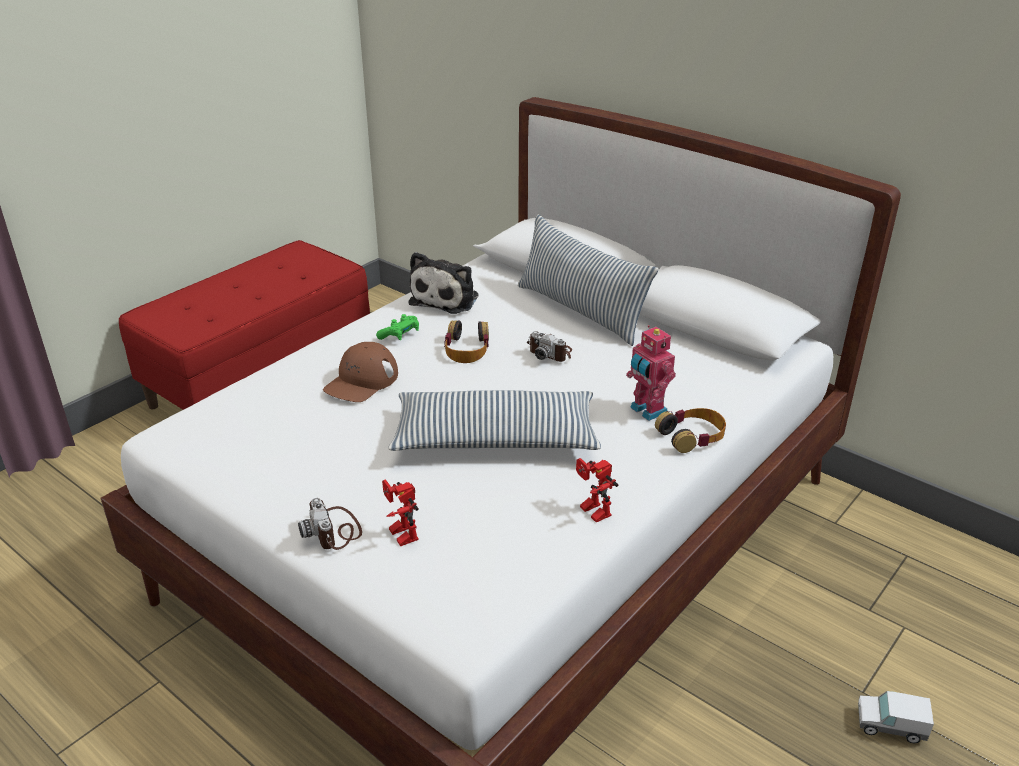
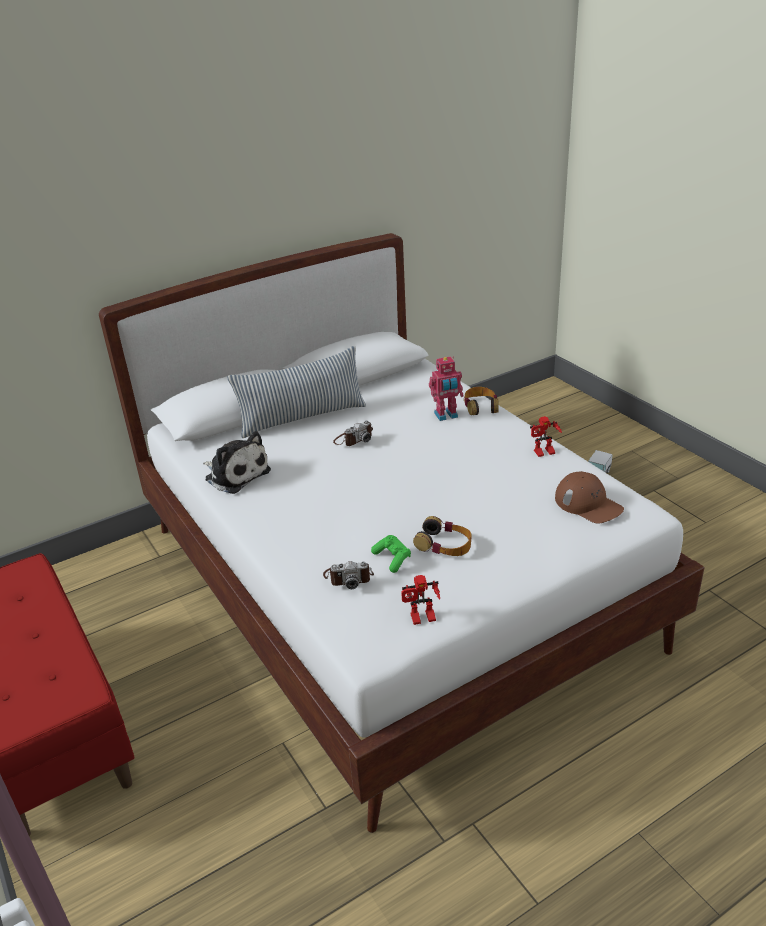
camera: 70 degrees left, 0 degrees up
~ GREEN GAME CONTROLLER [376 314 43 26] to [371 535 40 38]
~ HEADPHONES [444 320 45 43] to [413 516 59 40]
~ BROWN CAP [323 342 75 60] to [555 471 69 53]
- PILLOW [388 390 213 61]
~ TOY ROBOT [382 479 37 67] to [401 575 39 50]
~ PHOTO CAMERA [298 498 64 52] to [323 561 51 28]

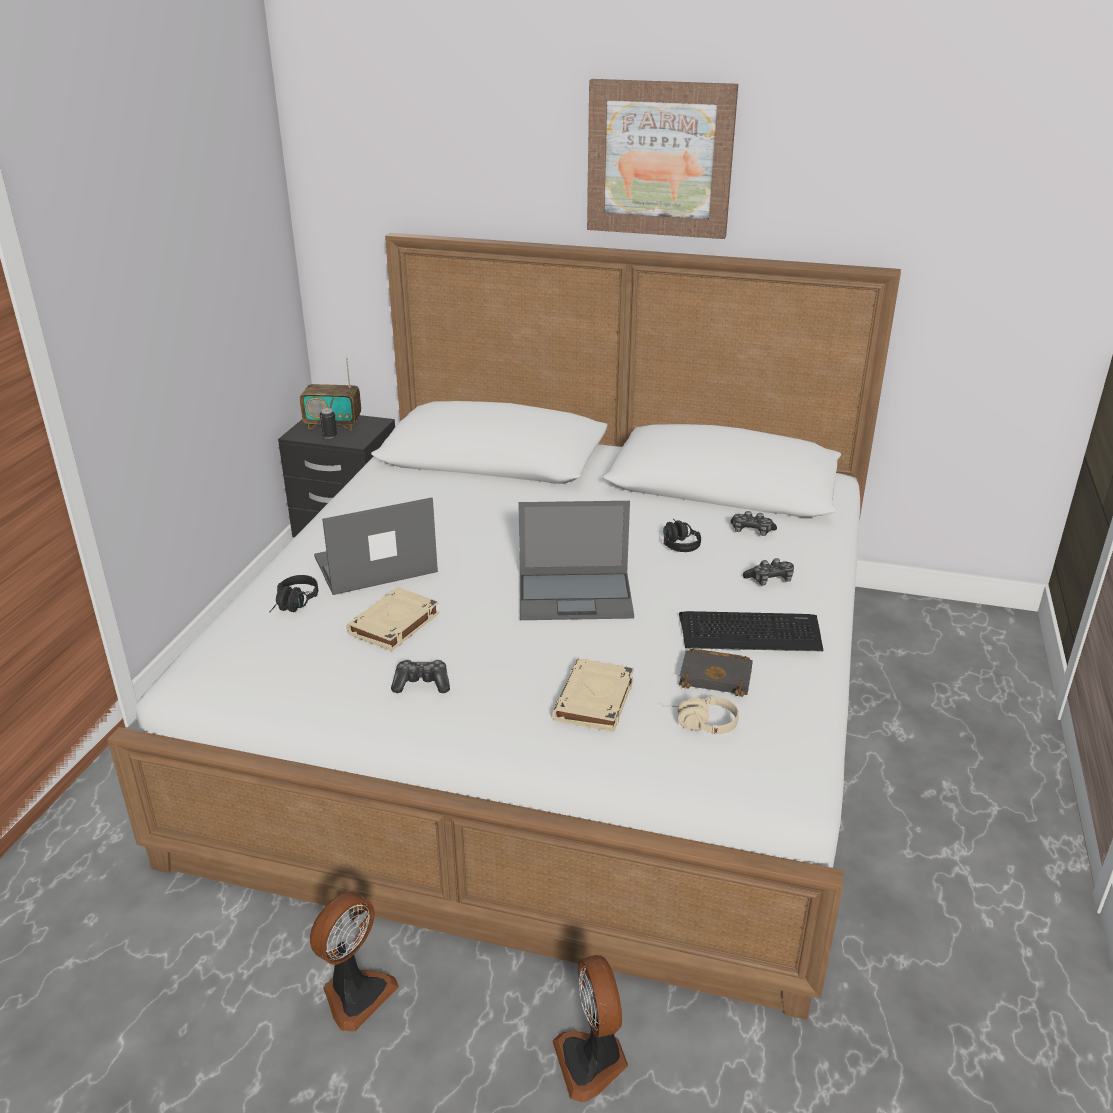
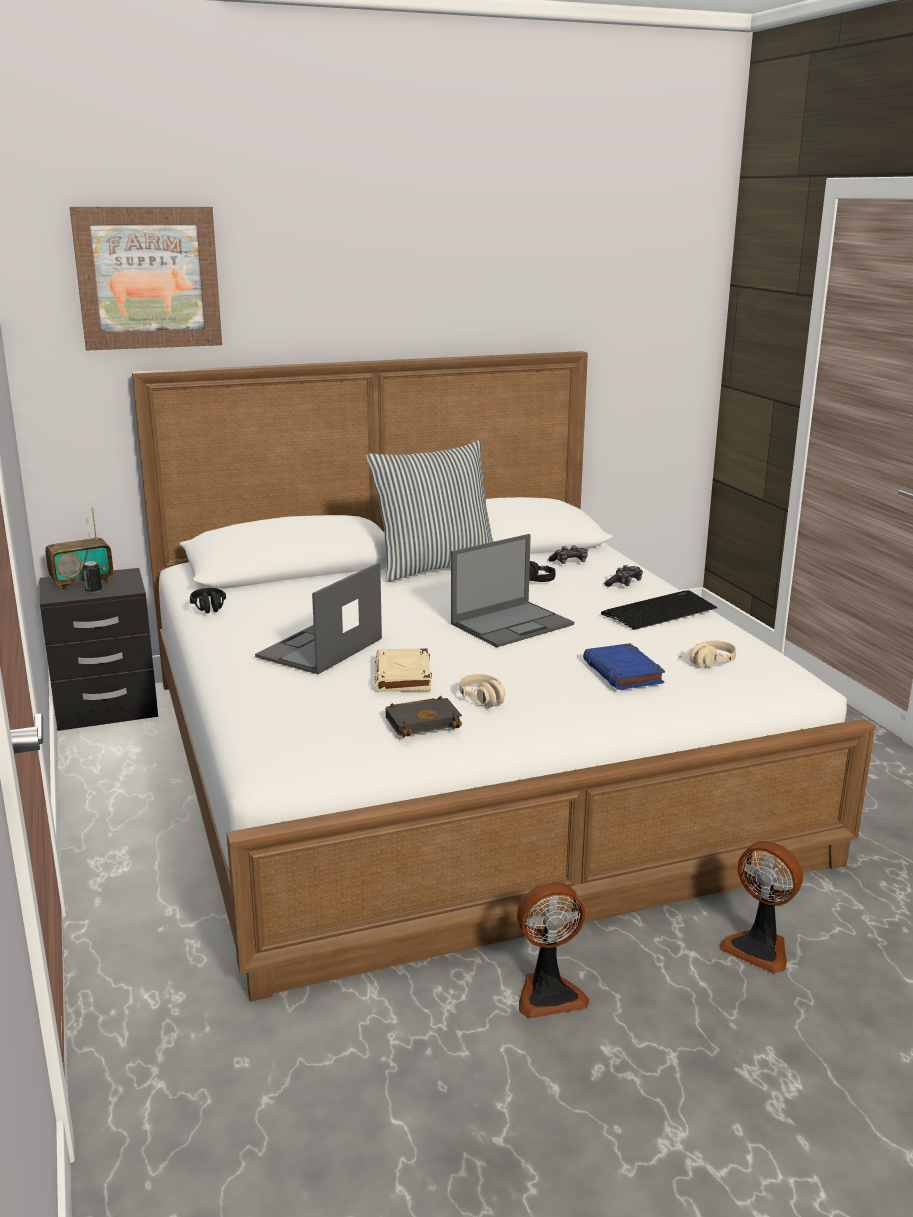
camera: 35 degrees left, 10 degrees down
~ PICTURE [587 79 151 160] to [70 207 152 144]
~ BLACK HEADPHONES [270 575 48 37] to [190 588 36 25]
~ BLACK BOOK [679 648 74 49] to [386 696 76 41]
~ BEIGE BOOK [552 659 82 73] to BLUE BOOK [583 643 82 47]
~ GAME CONTROLLER [391 660 59 33] to BEIGE HEADPHONES [459 674 46 33]
~ FAN [310 891 89 141] = [517 882 73 137] 75 degrees clockwise
+ PILLOW [366 440 128 142]

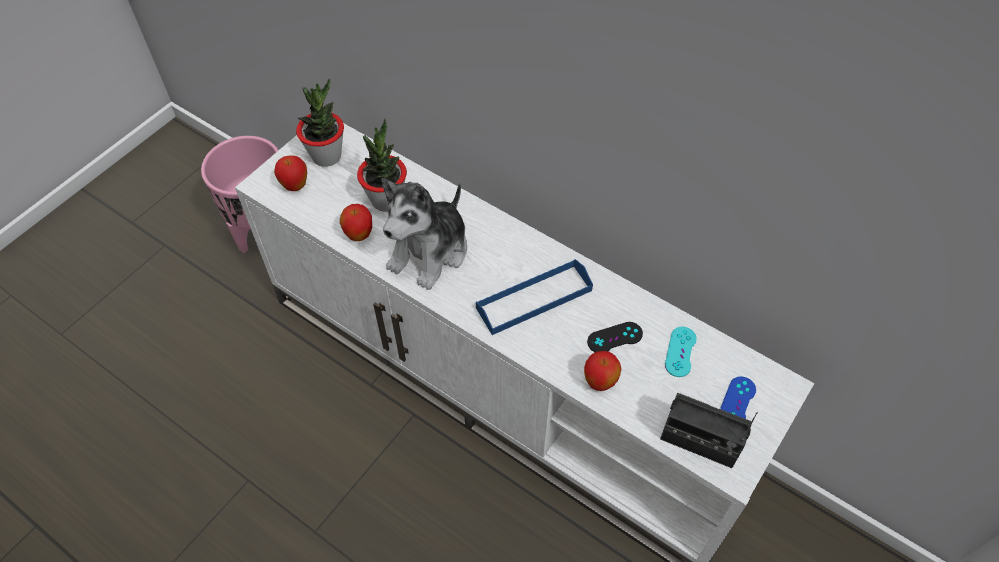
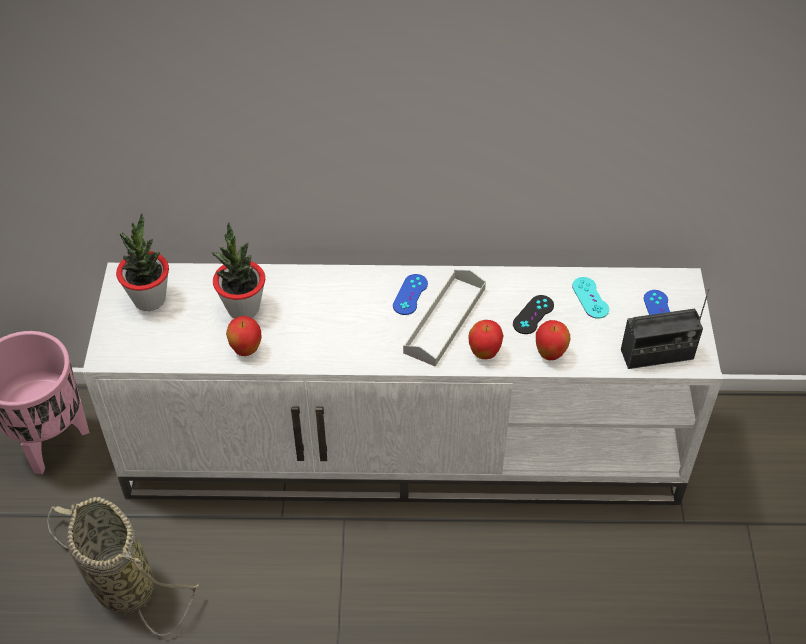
camera: 35 degrees left, 5 degrees down
~ APPLE [274 155 33 36] to [468 320 36 39]
- PLUSH TOY [381 178 86 112]
~ BLUE TRAY [476 259 117 76] to GREY TRAY [403 270 83 97]
+ BLUE GAME CONTROLLER [393 274 35 41]
+ BASKET [47 497 152 138]

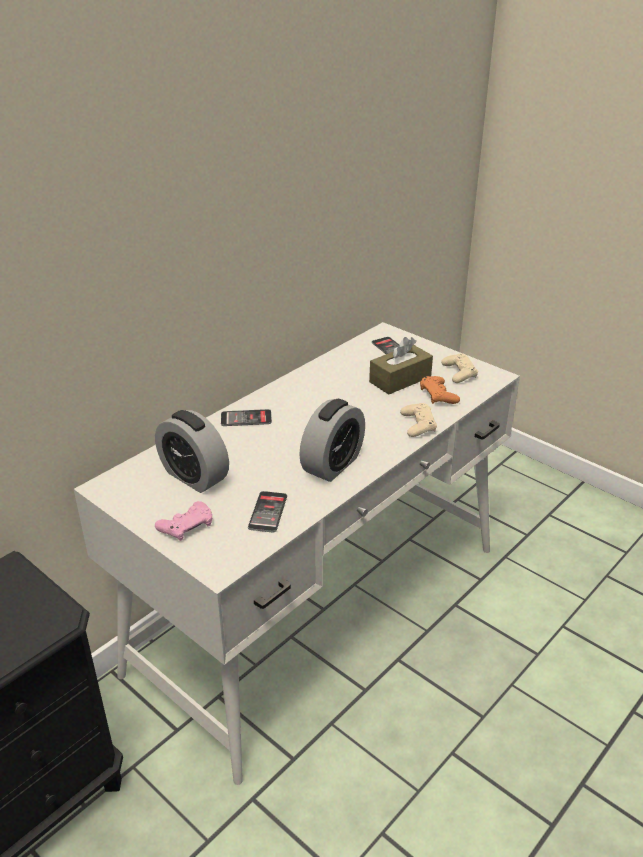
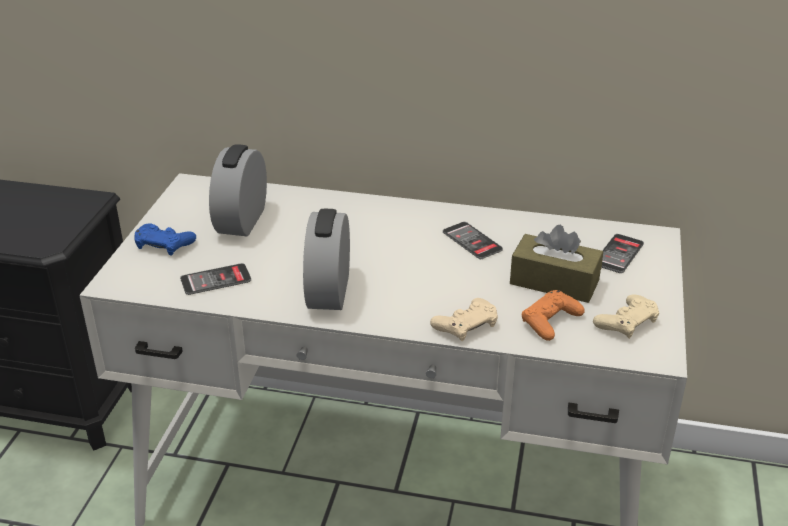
camera: 60 degrees right, 0 degrees up
~ ALARM CLOCK [299 399 66 83] = [303 209 47 101] 90 degrees clockwise
~ PHONE [221 409 51 17] to [443 222 60 37]
~ PINK GAME CONTROLLER [155 501 57 40] to BLUE GAME CONTROLLER [134 223 62 32]

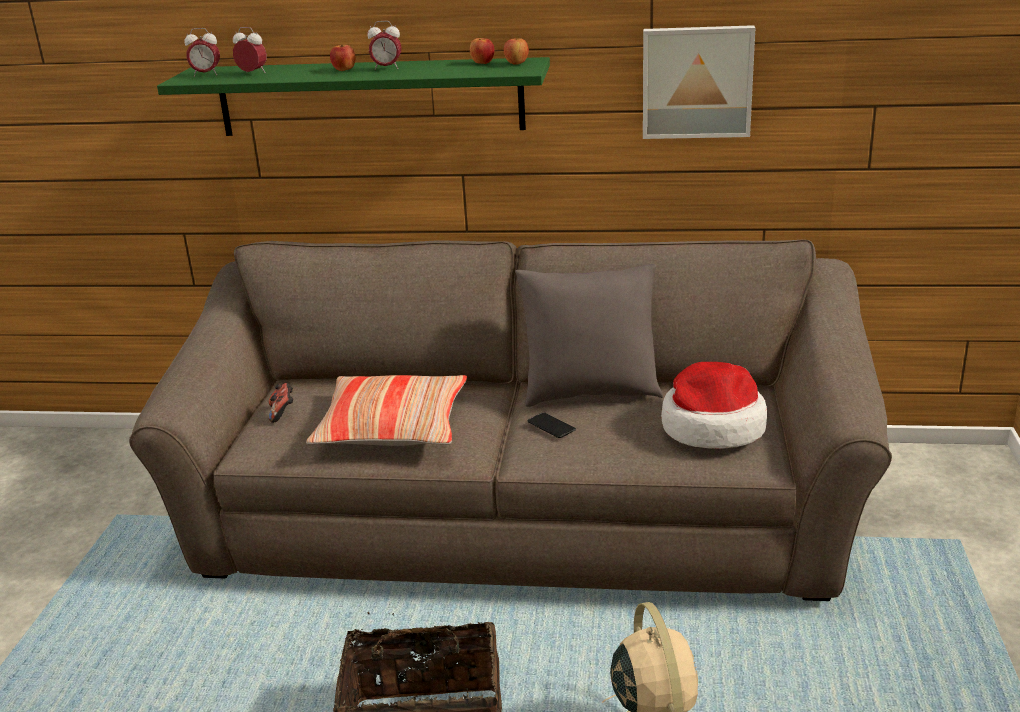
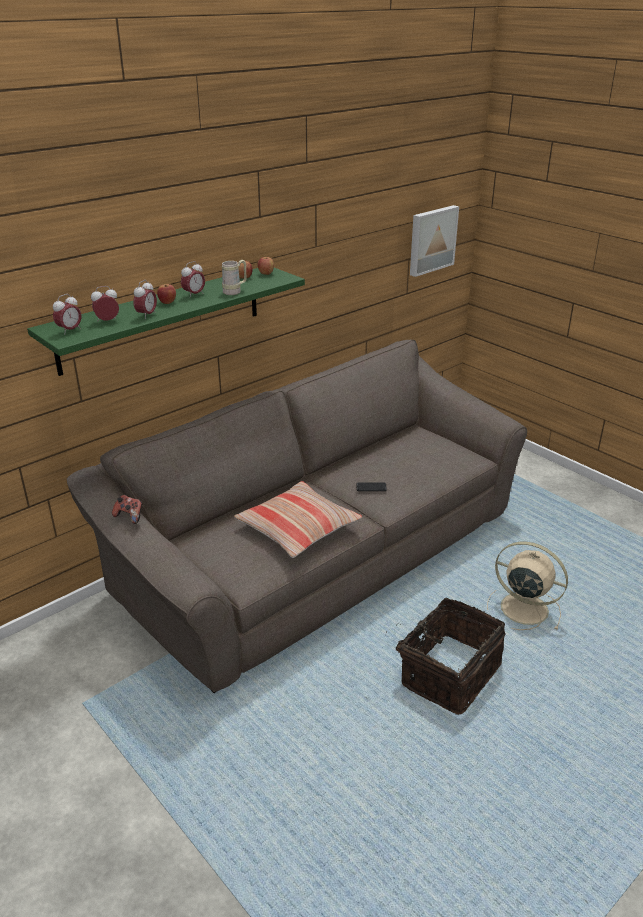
camera: 50 degrees left, 5 degrees up
~ PICTURE [643 25 112 114] to [410 205 49 72]
- GREY PILLOW [515 264 148 143]
- HAT [661 362 106 87]
~ GAME CONTROLLER [269 383 24 40] to [112 495 30 29]
+ BEIGE MUG [222 260 25 35]
+ ALARM CLOCK [133 280 24 39]

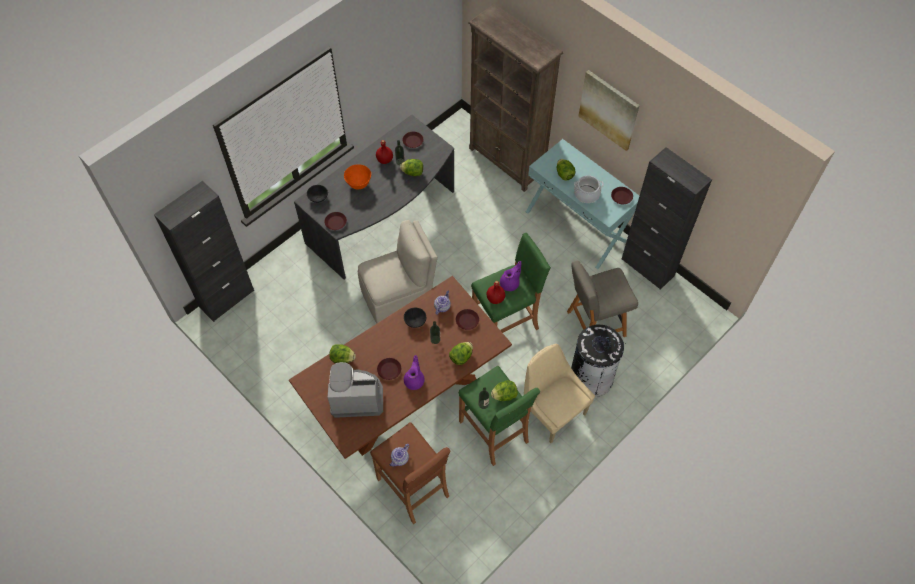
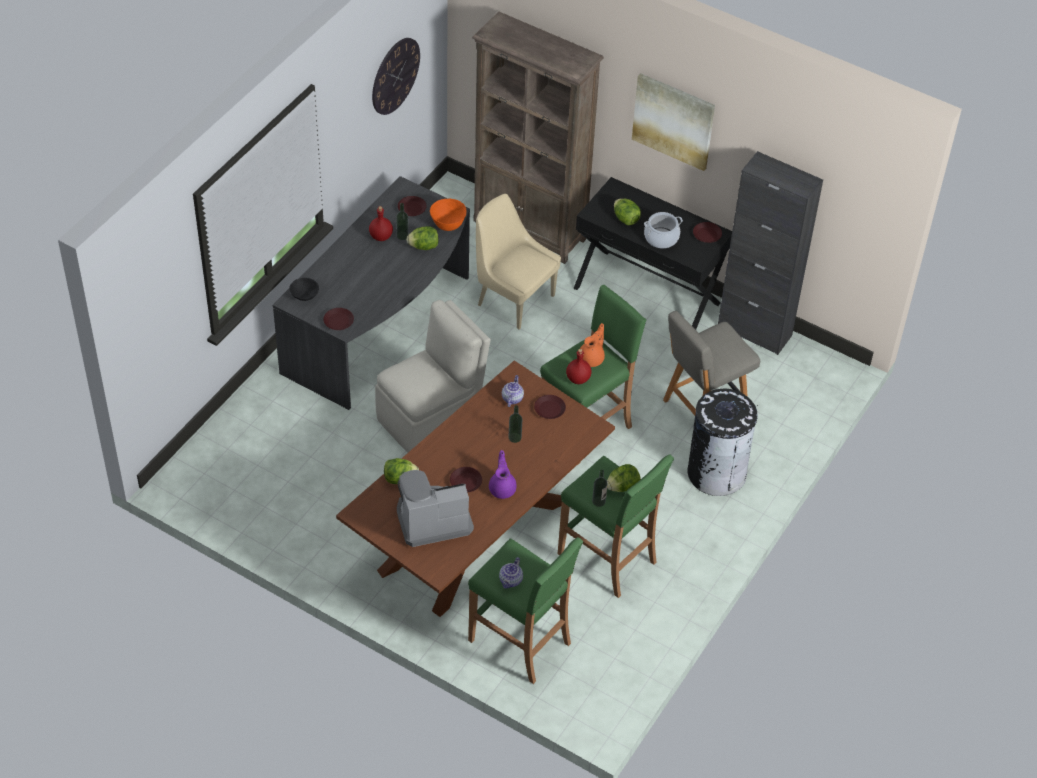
camera: 15 degrees left, 10 degrees down
~ TURQUOISE CONSOLE TABLE [526 139 113 130] to BLACK CONSOLE TABLE [573 177 159 153]
~ ORANGE BOWL [344 164 27 26] to [430 199 36 32]
- BLACK CABINET [154 181 100 141]
~ PURPLE TEAPOT [500 261 21 30] to ORANGE TEAPOT [580 323 25 44]
- BLACK BOWL [404 308 22 20]
- LETTUCE [449 342 24 23]
~ BEIGE CHAIR [524 344 71 99] to [476 194 85 135]
~ BROWN STOOL [370 423 81 101] to GREEN STOOL [468 537 115 147]
+ WALL CLOCK [372 38 48 77]

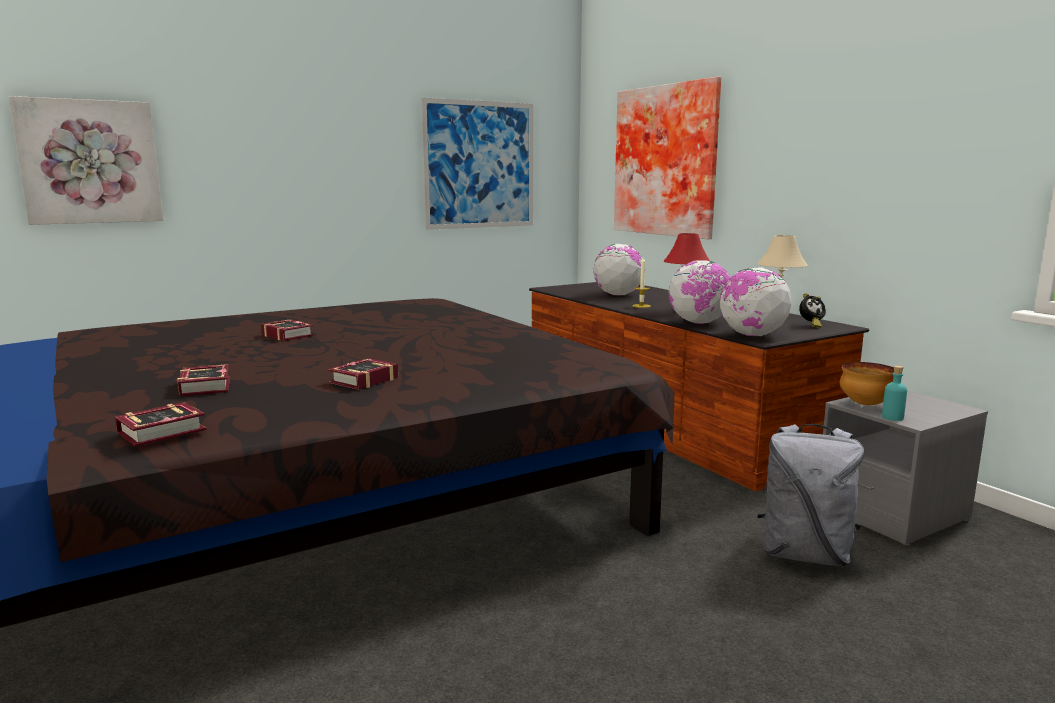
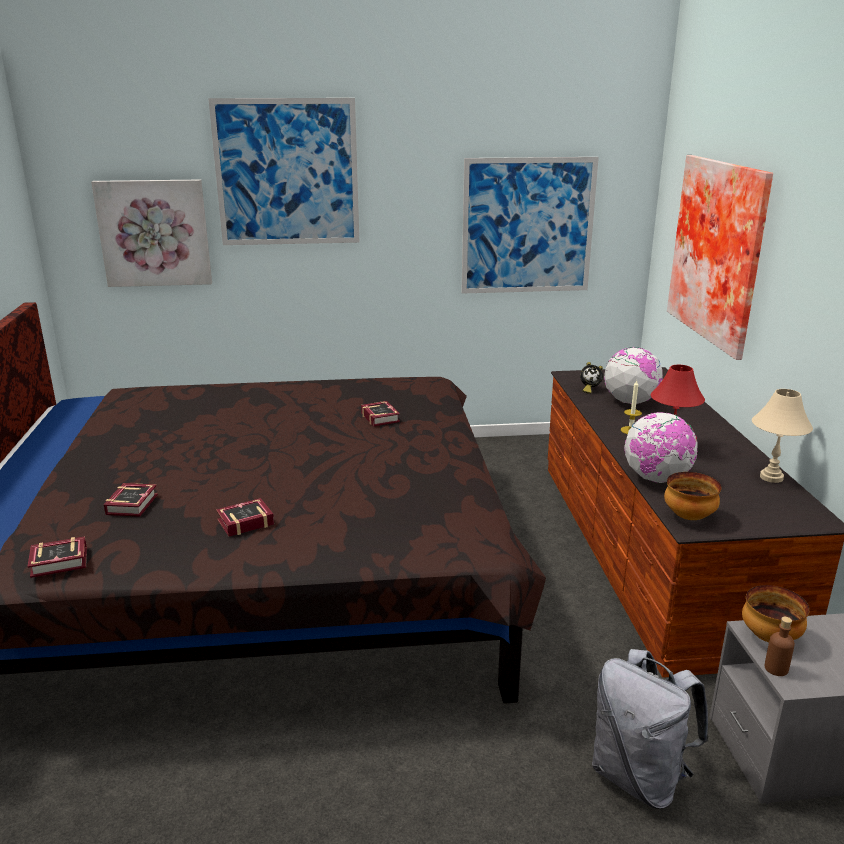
camera: 25 degrees right, 10 degrees up
~ GLOBE [720 267 71 69] to BOWL [664 472 57 48]
~ ALARM CLOCK [799 293 27 35] to [580 362 23 32]
~ BOOK [261 319 53 22] to [361 401 39 25]
~ TURQUOISE BOTTLE [882 365 25 56] to BROWN BOTTLE [765 617 30 59]
+ PICTURE [208 98 151 147]

